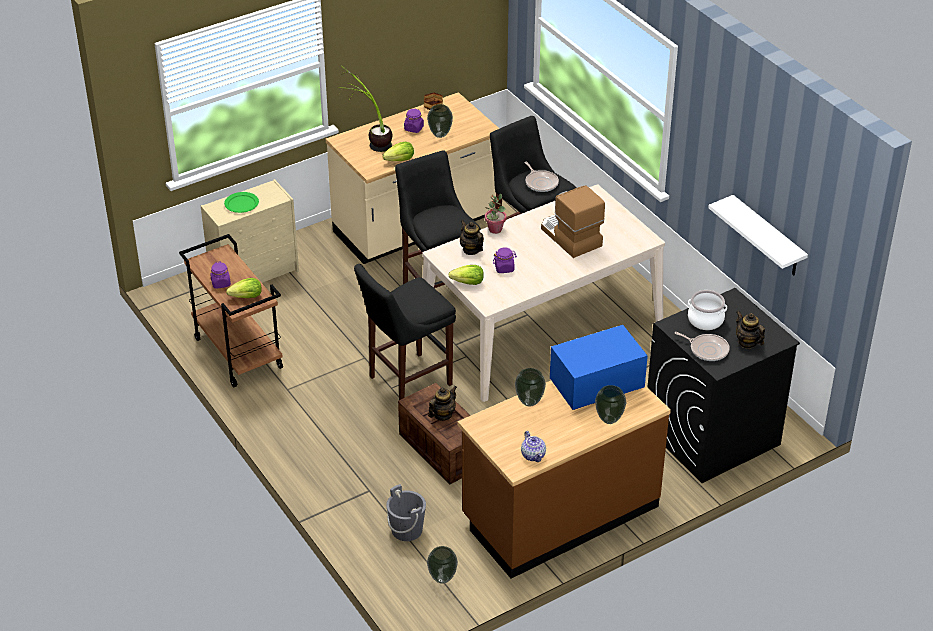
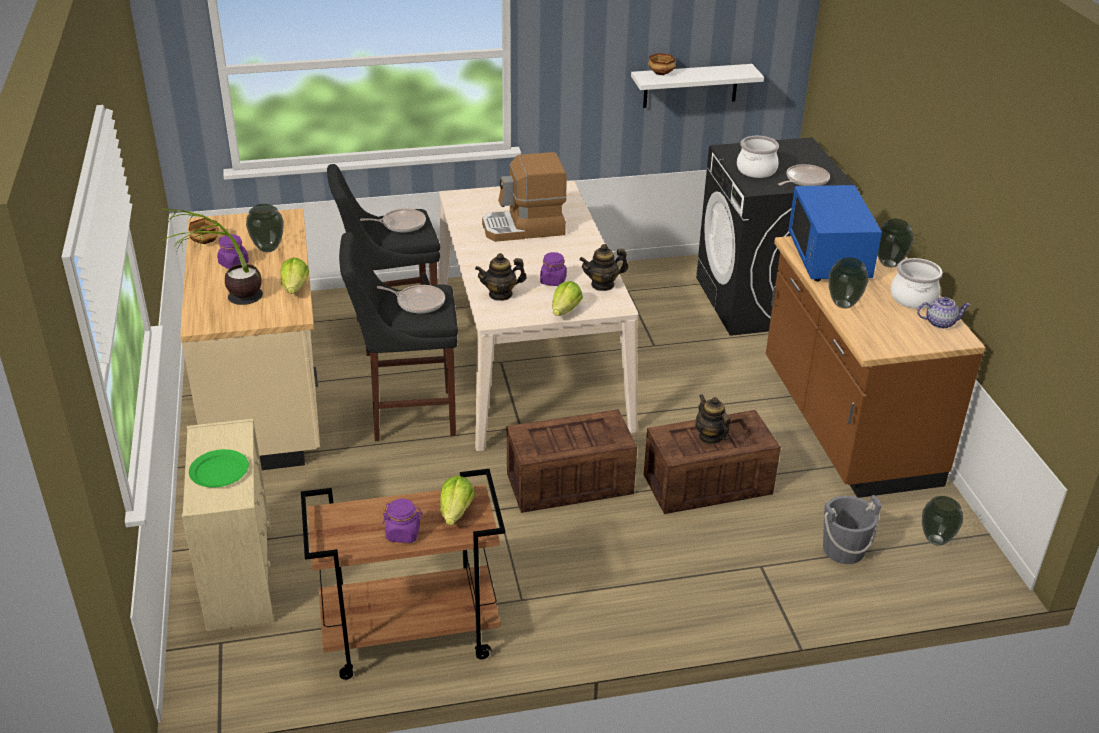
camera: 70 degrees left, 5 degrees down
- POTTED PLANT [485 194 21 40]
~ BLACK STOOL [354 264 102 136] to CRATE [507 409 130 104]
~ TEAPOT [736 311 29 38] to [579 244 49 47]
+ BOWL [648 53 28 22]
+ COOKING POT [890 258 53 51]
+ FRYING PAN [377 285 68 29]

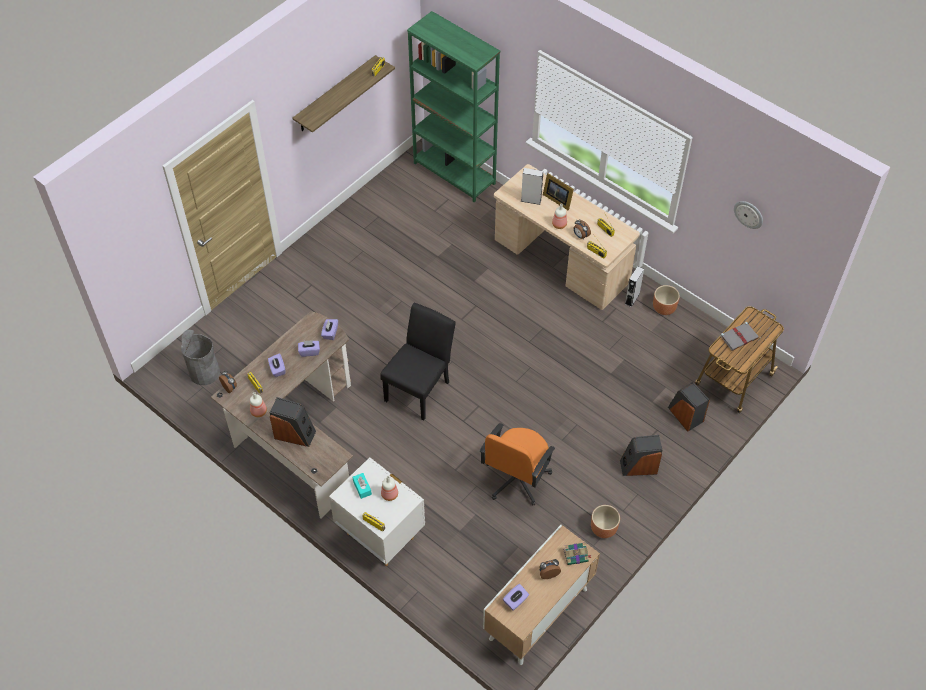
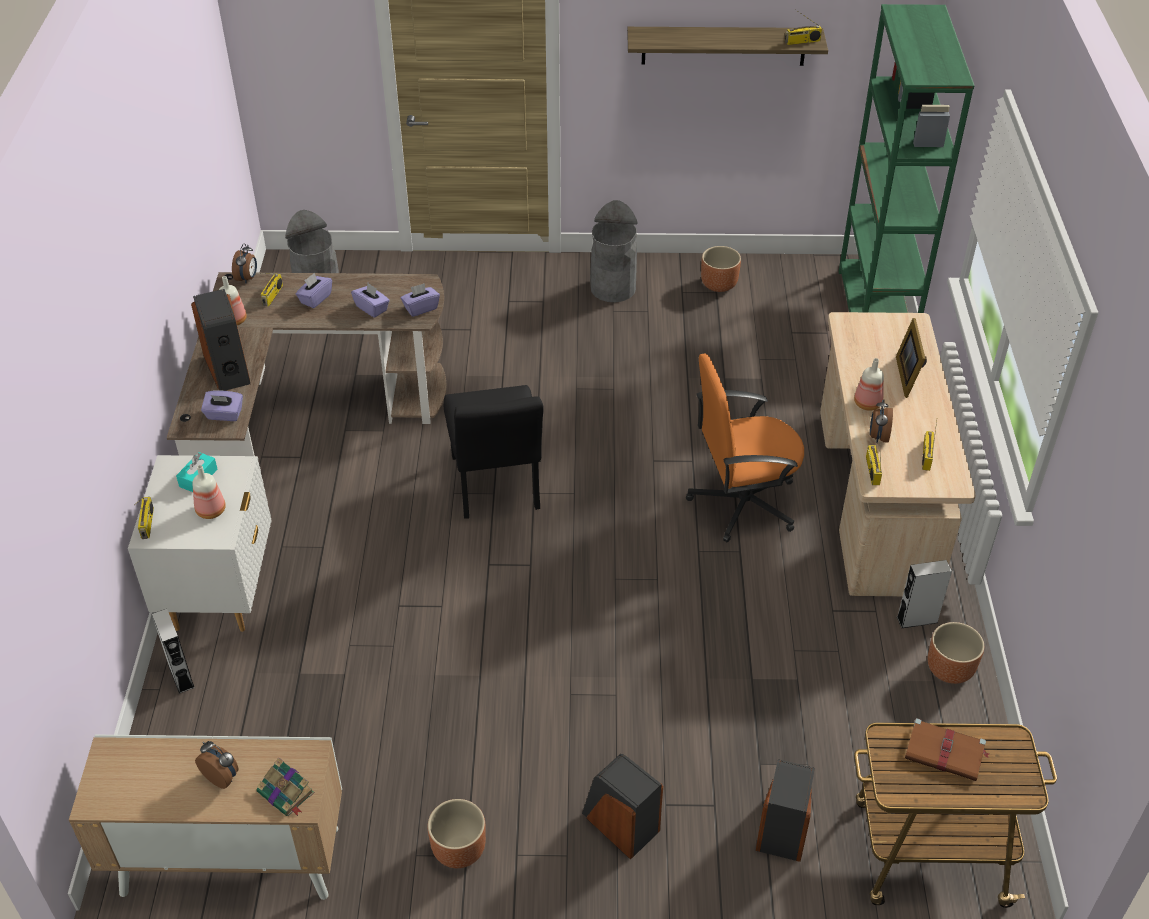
camera: 50 degrees right, 10 degrees down
~ GREY SPEAKER [521 168 22 37] to [152 609 43 85]
- WALL CLOCK [734 201 29 28]
~ BLACK CHAIR [380 303 75 117] = [444 385 100 134] 90 degrees clockwise
~ GREY BOOK [720 322 39 29] to BROWN BOOK [905 718 84 63]
~ ORANGE OFFICE CHAIR [480 423 75 83] to [686 354 118 188]
~ PURPLE TISSUE BOX [503 584 26 27] to [201 390 42 31]
+ GREY TRASH CAN [590 200 47 102]
+ BROWN PLANTER [701 246 40 46]

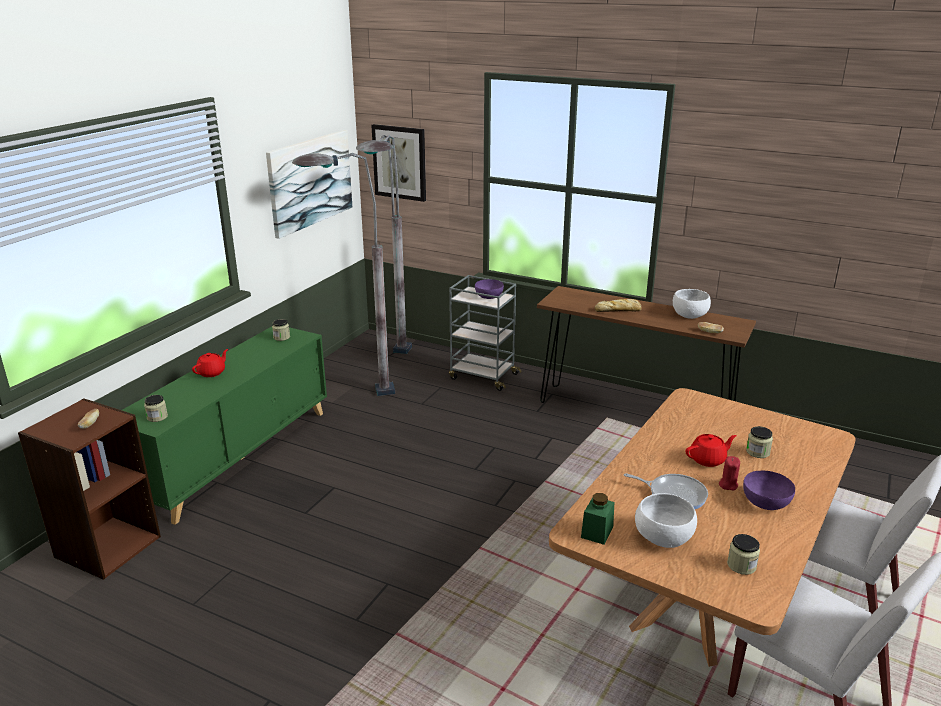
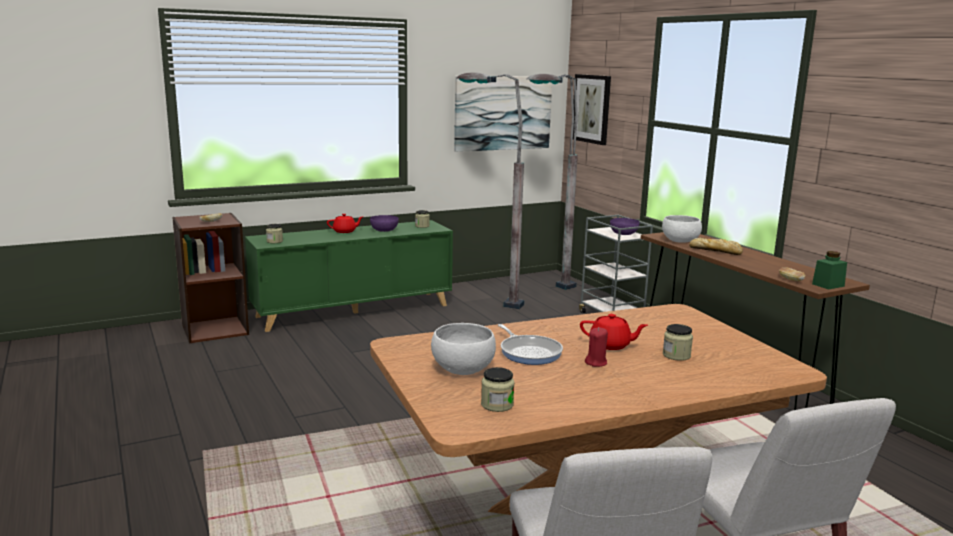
camera: 35 degrees right, 10 degrees down
~ WHITE BOWL [673 289 38 30] to [662 215 40 28]
~ PURPLE BOWL [743 471 52 39] to [370 215 28 17]
~ GREEN JAR [581 493 33 52] to [812 251 35 39]

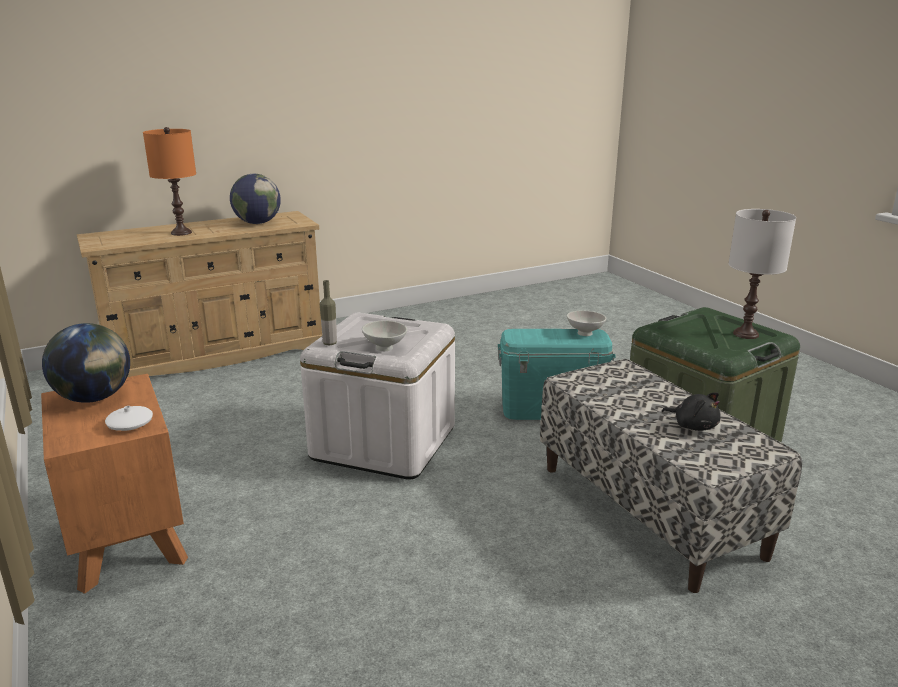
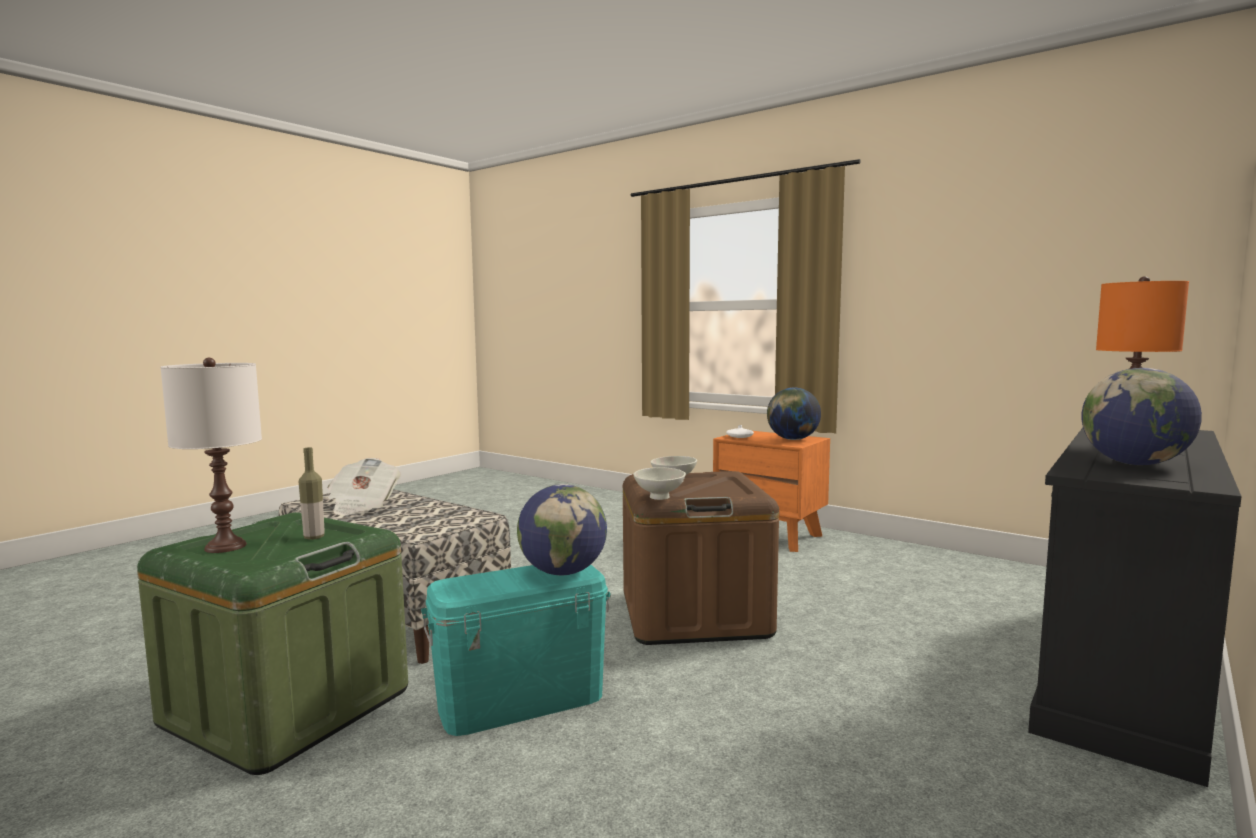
camera: 155 degrees right, 15 degrees down
~ BEIGE DRESSER [77 211 245 166] to BLACK DRESSER [1028 428 214 359]
~ BOTTLE [320 280 17 65] to [299 447 26 93]
~ WHITE BOWL [567 310 39 26] to [633 467 53 33]
~ WHITE STORAGE BOX [300 313 155 167] to BROWN STORAGE BOX [623 471 156 174]
~ BLACK PLUSH TOY [662 393 58 38] to NEWSPAPER [328 458 73 57]
+ GLOBE [517 484 90 91]

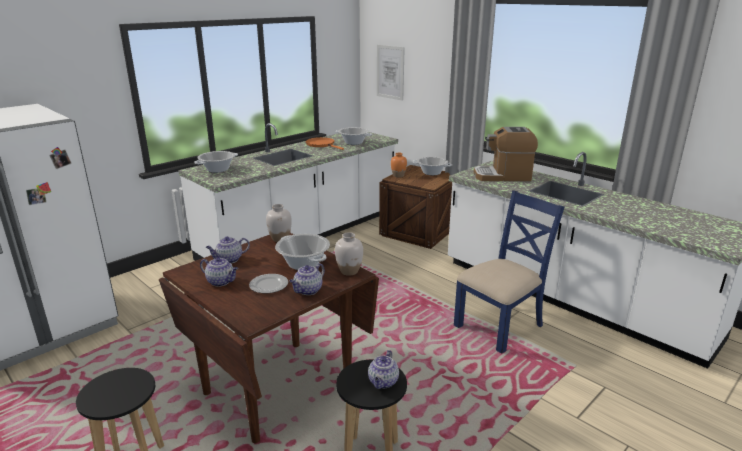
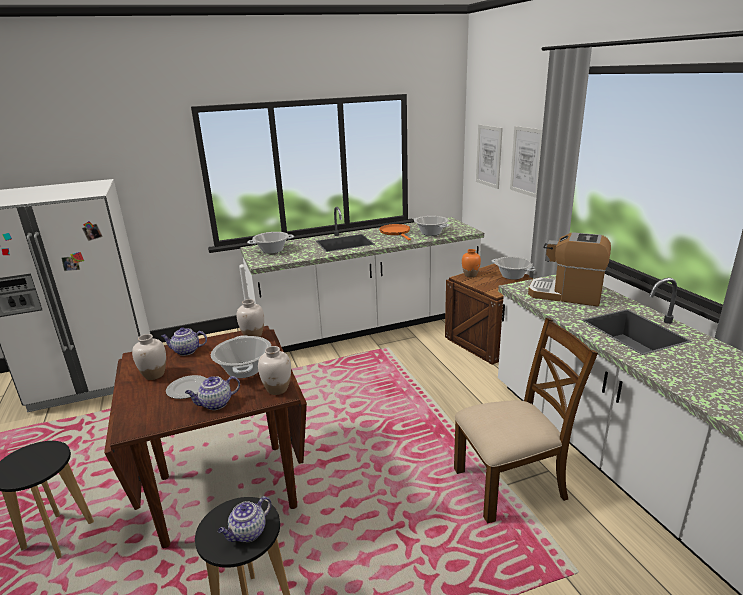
camera: 25 degrees right, 0 degrees up
~ BLUE CHAIR [454 190 110 164] to BROWN CHAIR [454 318 144 205]
~ TEAPOT [200 257 38 30] to WHITE VASE [132 334 34 46]
+ PICTURE [510 126 33 72]

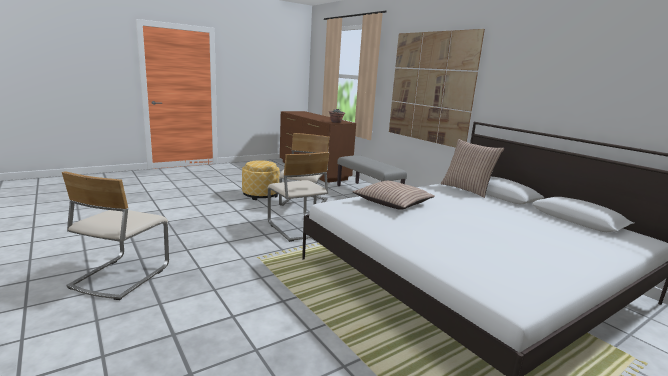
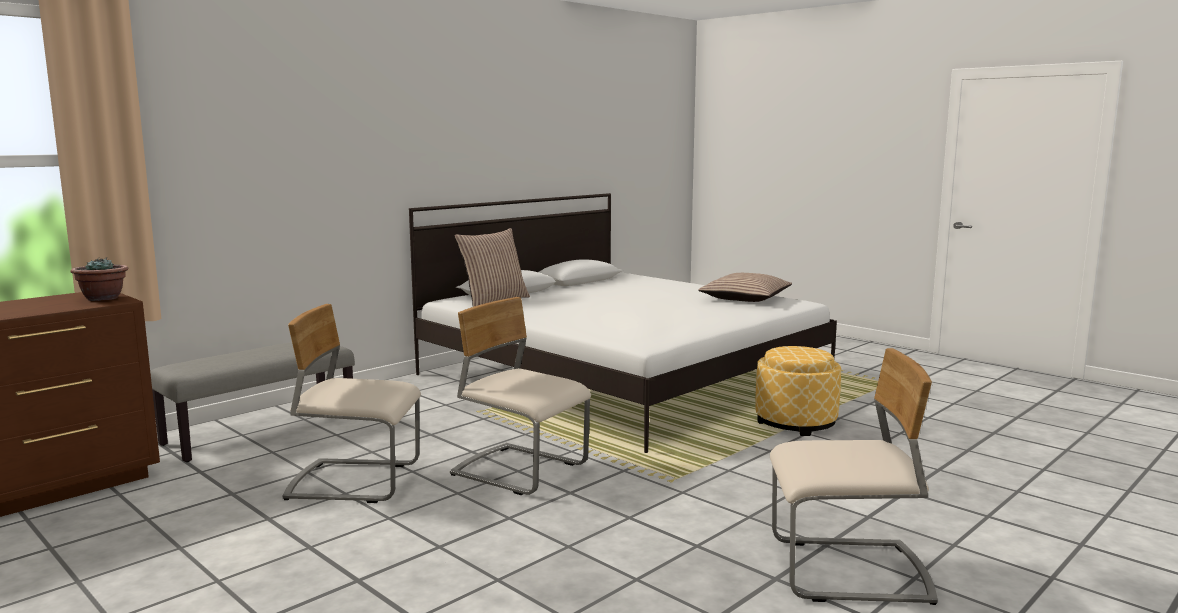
camera: 100 degrees left, 5 degrees down
- PICTURE [389 29 96 119]
~ BEIGE CHAIR [268 152 62 90] = [450 297 141 198] 105 degrees counterclockwise
~ OTTOMAN [242 160 38 40] to [755 346 86 90]
~ PILLOW [353 181 82 29] to [698 273 94 29]

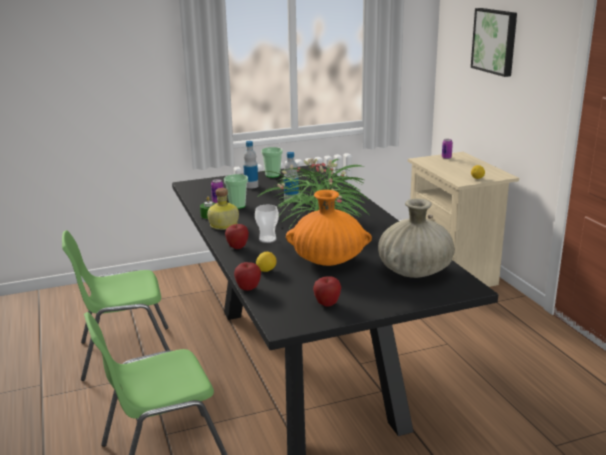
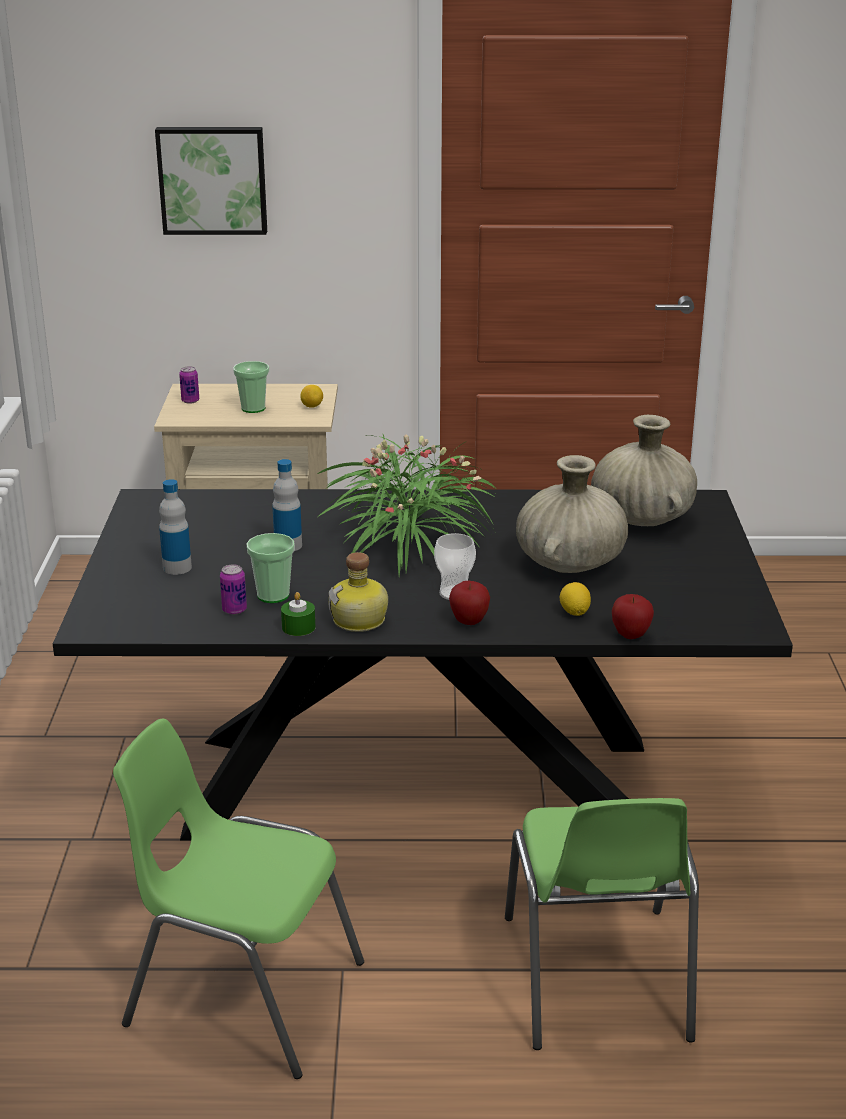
camera: 70 degrees left, 5 degrees up
~ CUP [261 147 22 31] to [233 361 36 52]
~ ORANGE VASE [286 190 86 76] to BEIGE VASE [516 455 112 118]
~ GREEN CHAIR [62 230 108 151] = [113 719 251 360] 105 degrees clockwise
- APPLE [313 276 28 31]

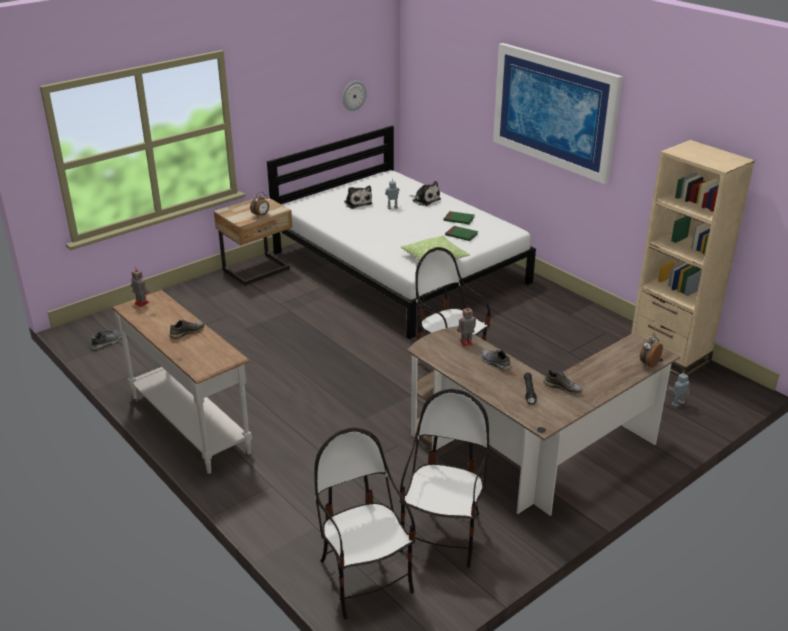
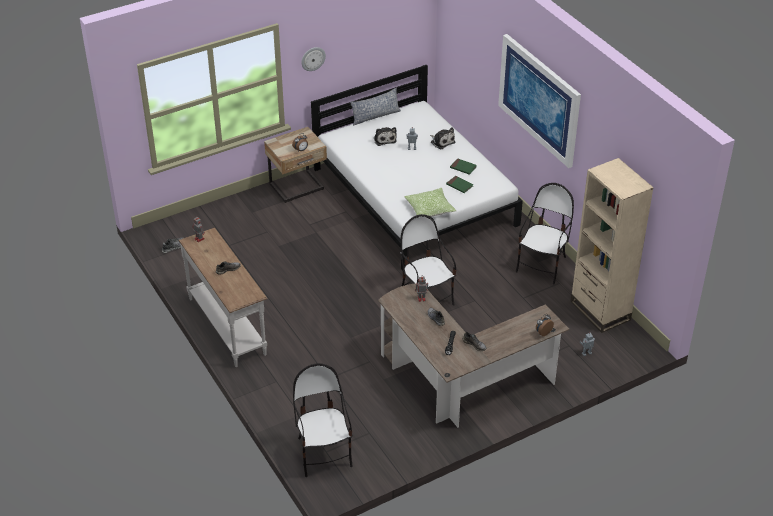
camera: 10 degrees right, 10 degrees up
~ WALL CLOCK [342 81 25 30] to [301 47 25 24]
~ CHAIR [399 389 90 179] to [516 183 58 102]
+ PILLOW [350 88 51 38]

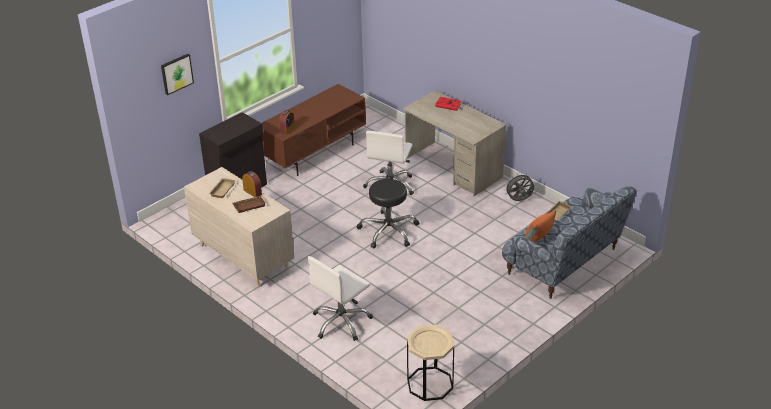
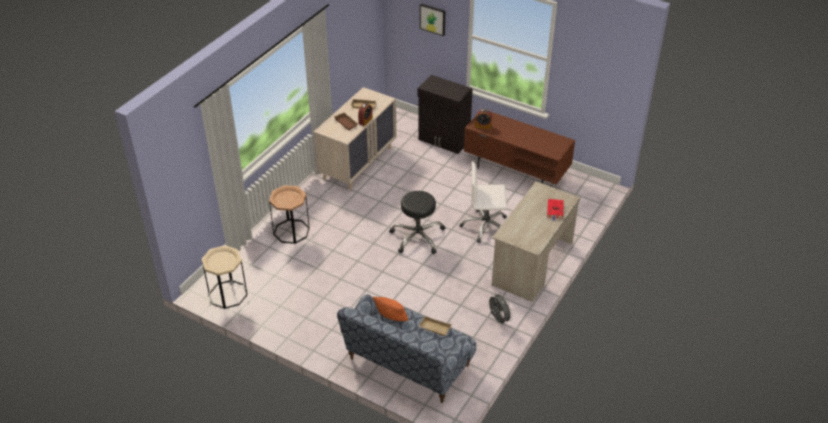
camera: 75 degrees right, 5 degrees up
~ WHITE OFFICE CHAIR [308 256 65 85] to BROWN SIDE TABLE [269 185 41 59]

